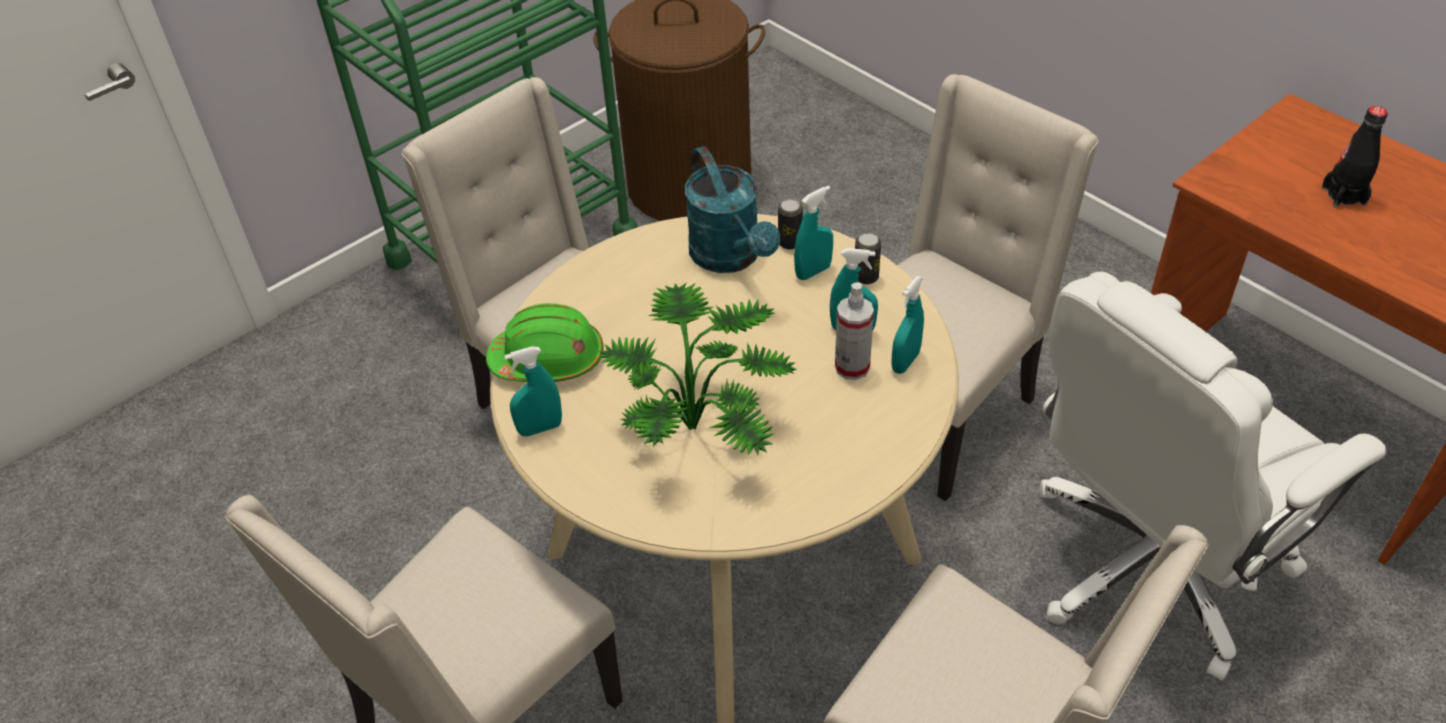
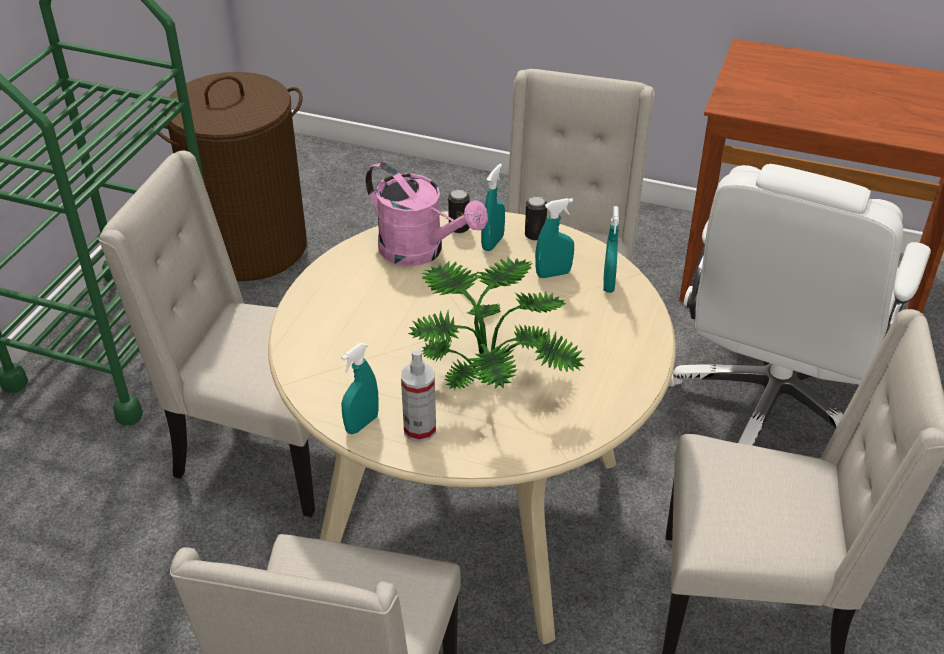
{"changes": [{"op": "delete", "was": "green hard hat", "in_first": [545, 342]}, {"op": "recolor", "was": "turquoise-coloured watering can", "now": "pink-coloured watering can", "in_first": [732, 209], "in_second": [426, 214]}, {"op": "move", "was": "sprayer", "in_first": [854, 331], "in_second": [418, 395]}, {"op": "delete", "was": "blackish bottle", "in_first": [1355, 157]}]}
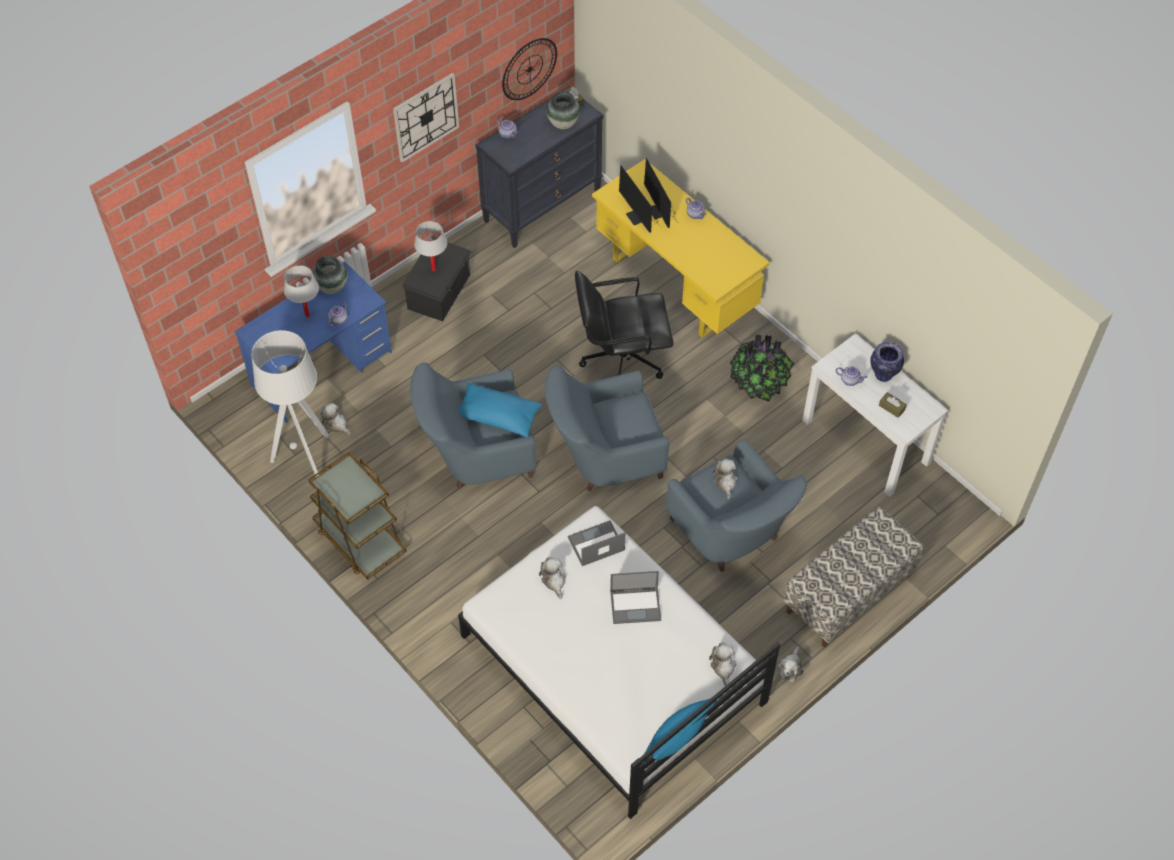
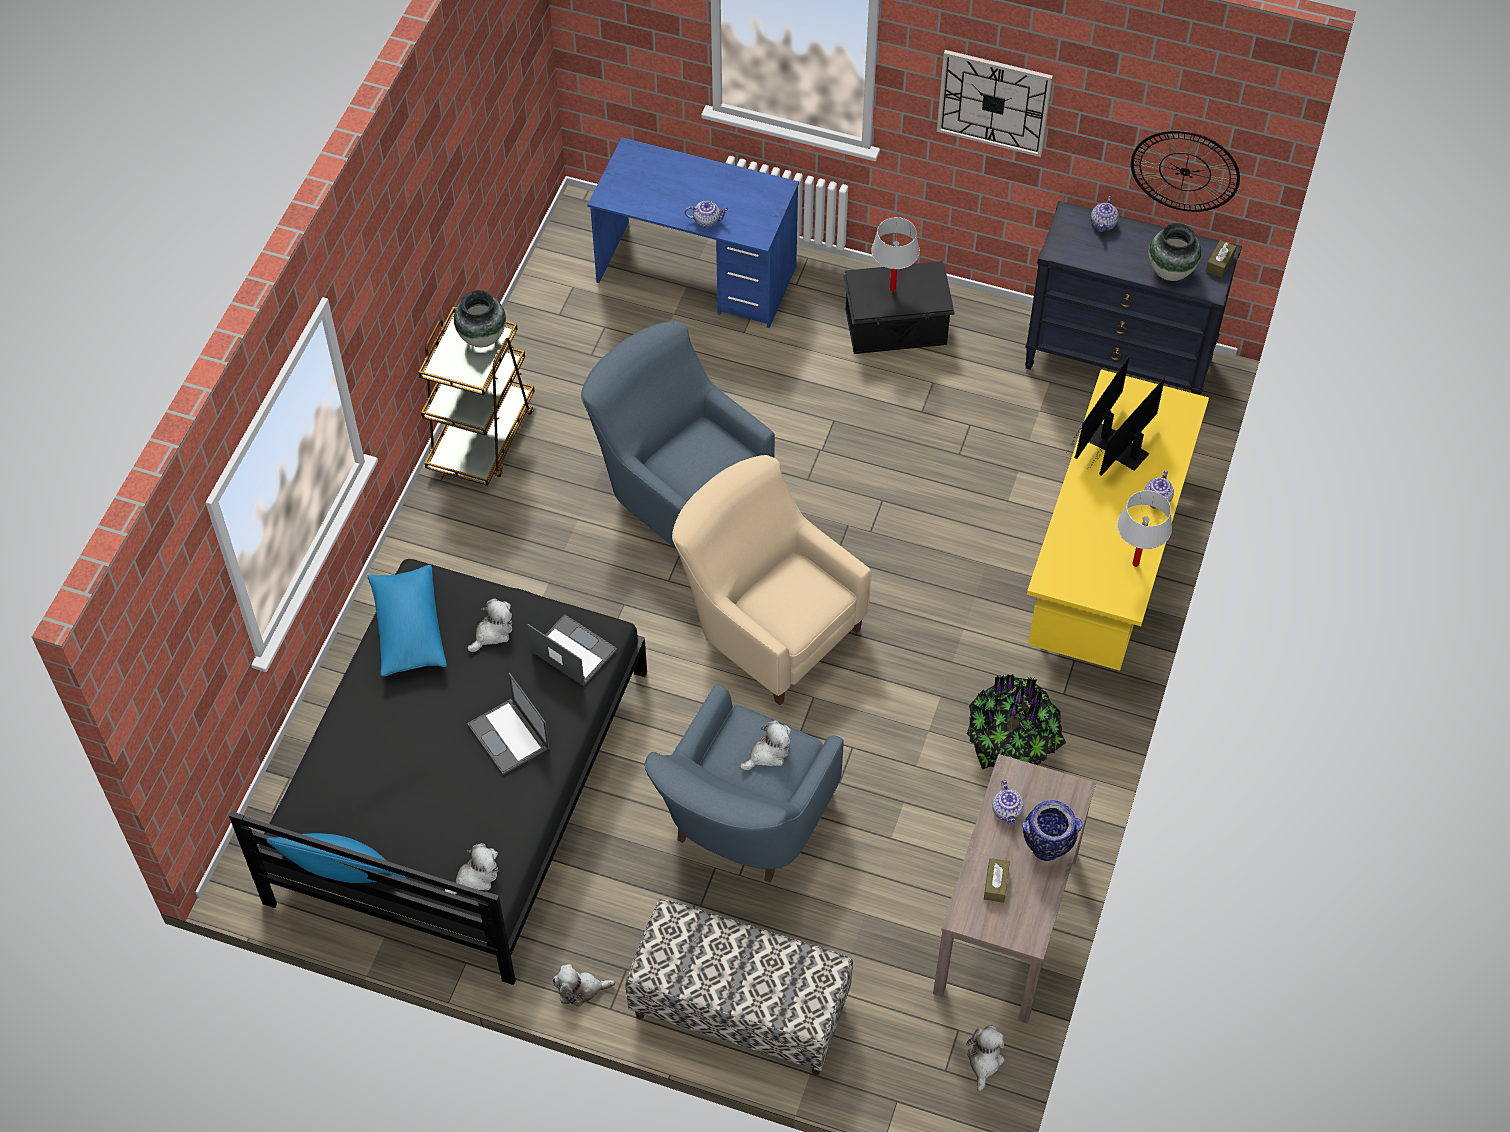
{"changes": [{"op": "delete", "was": "gray standing lamp", "in_first": [290, 403]}, {"op": "move", "was": "white-coloured lamp for a table", "in_first": [301, 291], "in_second": [1144, 528]}, {"op": "move", "was": "flower vase", "in_first": [329, 274], "in_second": [480, 319]}, {"op": "move", "was": "soft toy", "in_first": [335, 419], "in_second": [985, 1058]}, {"op": "recolor", "was": "white-coloured bedroom bed", "now": "blackish bedroom bed", "in_first": [619, 662], "in_second": [438, 772]}, {"op": "move", "was": "bluish pillow", "in_first": [500, 410], "in_second": [407, 621]}, {"op": "recolor", "was": "bluish easy chair", "now": "sand-coloured easy chair", "in_first": [607, 428], "in_second": [771, 580]}, {"op": "delete", "was": "blackish desk chair", "in_first": [624, 325]}, {"op": "recolor", "was": "white-coloured narrow table", "now": "brown narrow table", "in_first": [875, 415], "in_second": [1014, 889]}]}
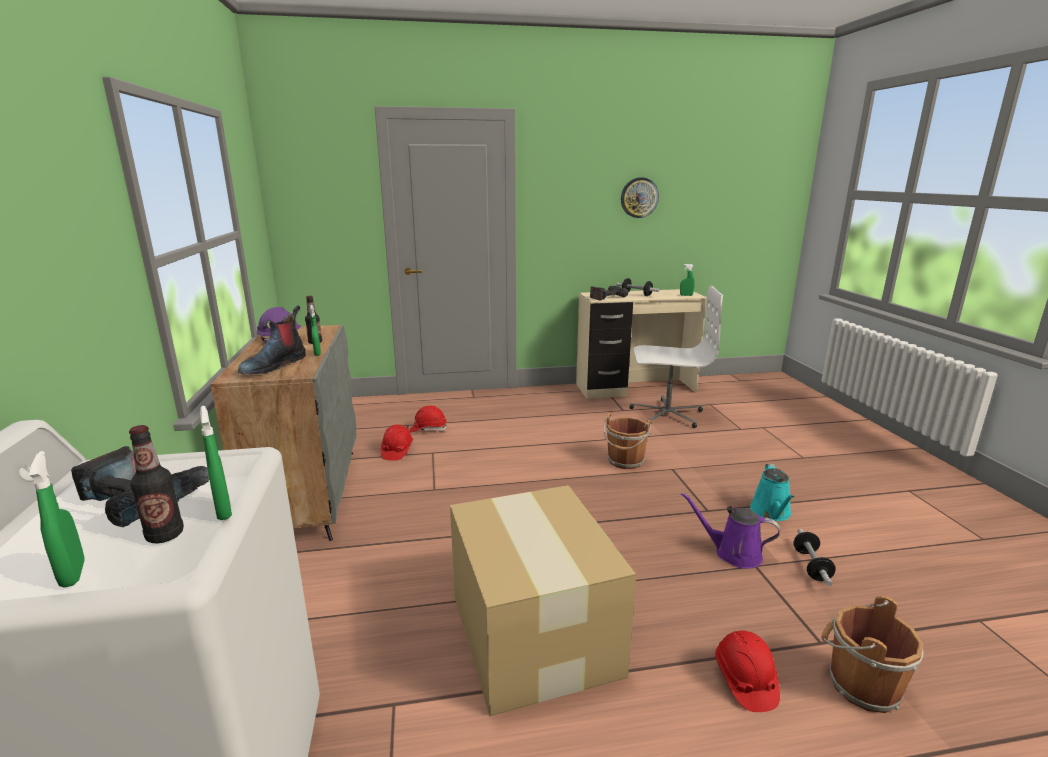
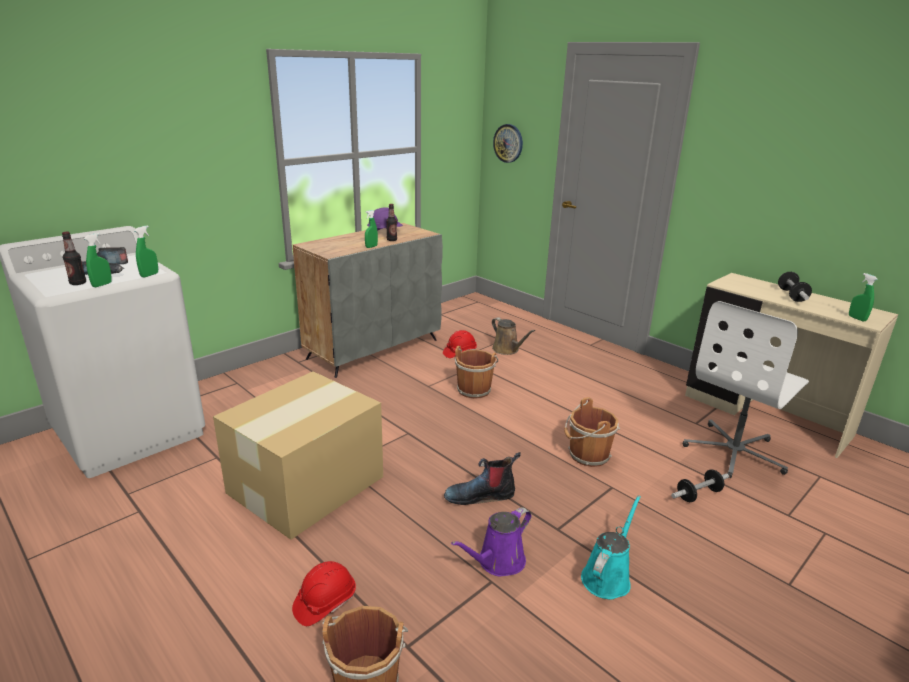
{"changes": [{"op": "move", "was": "green sprayer", "in_first": [57, 519], "in_second": [146, 251]}, {"op": "move", "was": "tall boot", "in_first": [272, 340], "in_second": [482, 478]}, {"op": "replace", "was": "red-coloured hard hat", "now": "brown watering can", "in_first": [428, 418], "in_second": [513, 336]}, {"op": "delete", "was": "drill", "in_first": [609, 293]}, {"op": "move", "was": "clock on the wall", "in_first": [640, 197], "in_second": [508, 143]}, {"op": "rotate", "was": "white-coloured desk chair", "in_first": [676, 357], "in_second": [746, 389], "clockwise": 75}, {"op": "rotate", "was": "purplish watering can", "in_first": [730, 530], "in_second": [491, 541], "clockwise": -120}, {"op": "rotate", "was": "turquoise-coloured watering can", "in_first": [772, 492], "in_second": [611, 547], "clockwise": 150}, {"op": "move", "was": "hand weight", "in_first": [814, 557], "in_second": [700, 485]}, {"op": "insert", "now": "brown bucket", "in_second": [476, 372]}]}
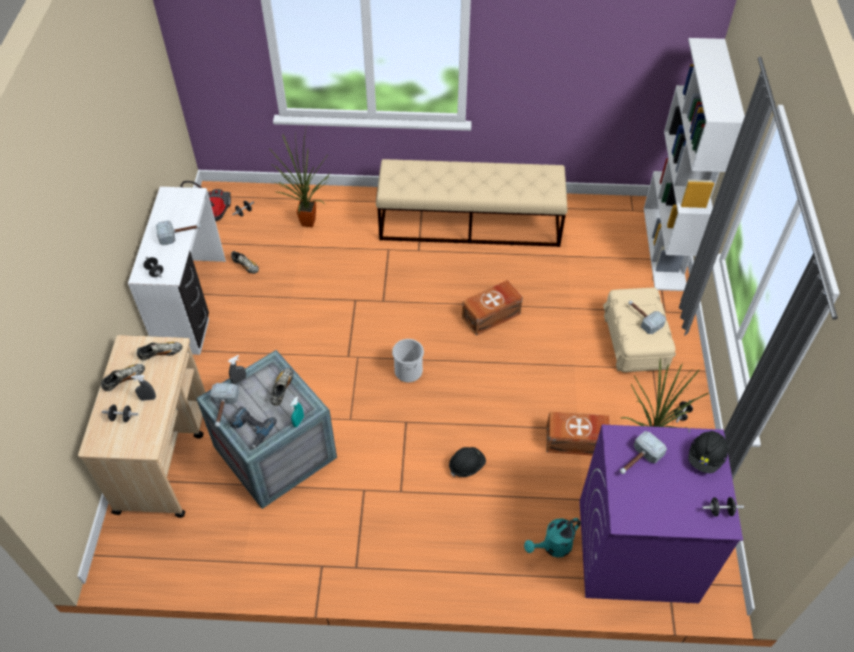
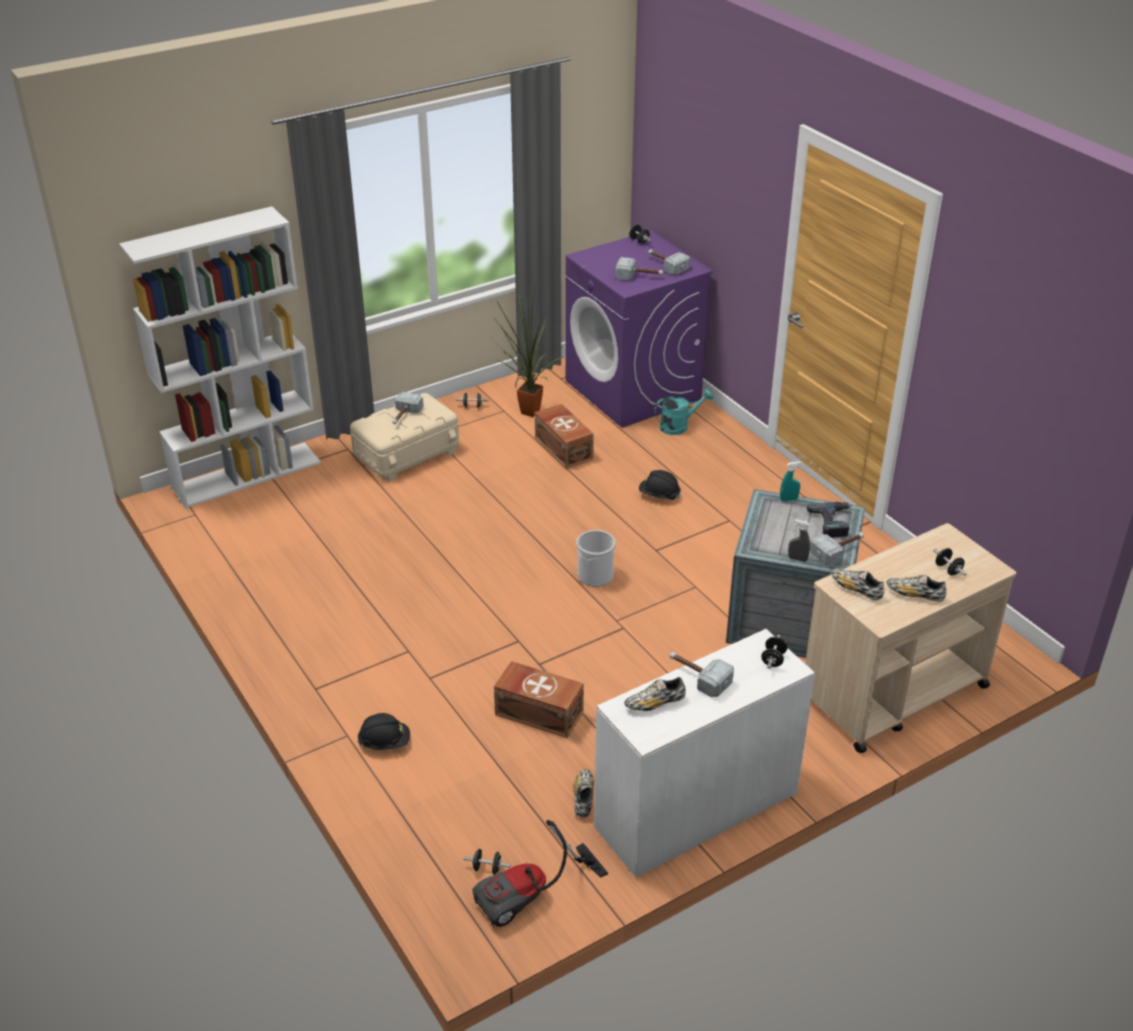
{"changes": [{"op": "delete", "was": "gray sprayer", "in_first": [143, 388]}, {"op": "delete", "was": "houseplant", "in_first": [299, 178]}, {"op": "move", "was": "low shoe", "in_first": [281, 387], "in_second": [655, 694]}, {"op": "delete", "was": "sand-coloured bench", "in_first": [472, 203]}, {"op": "move", "was": "brown storage container", "in_first": [492, 308], "in_second": [539, 699]}, {"op": "rotate", "was": "turquoise-coloured watering can", "in_first": [552, 538], "in_second": [683, 412], "clockwise": -45}, {"op": "move", "was": "blackish hard hat", "in_first": [708, 452], "in_second": [383, 731]}, {"op": "insert", "now": "hammer", "in_second": [669, 262]}]}
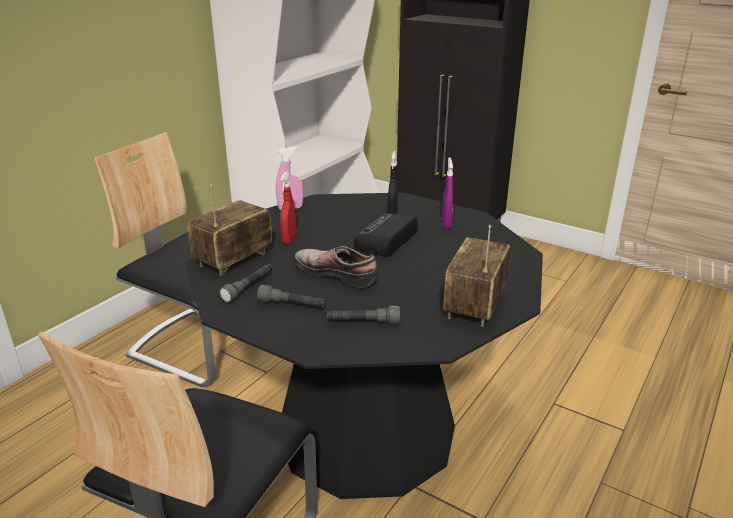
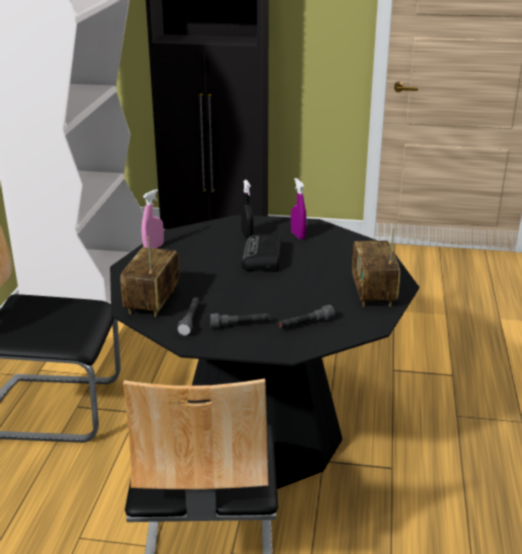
{"changes": [{"op": "delete", "was": "red-coloured sprayer", "in_first": [288, 208]}, {"op": "delete", "was": "low shoe", "in_first": [336, 267]}]}
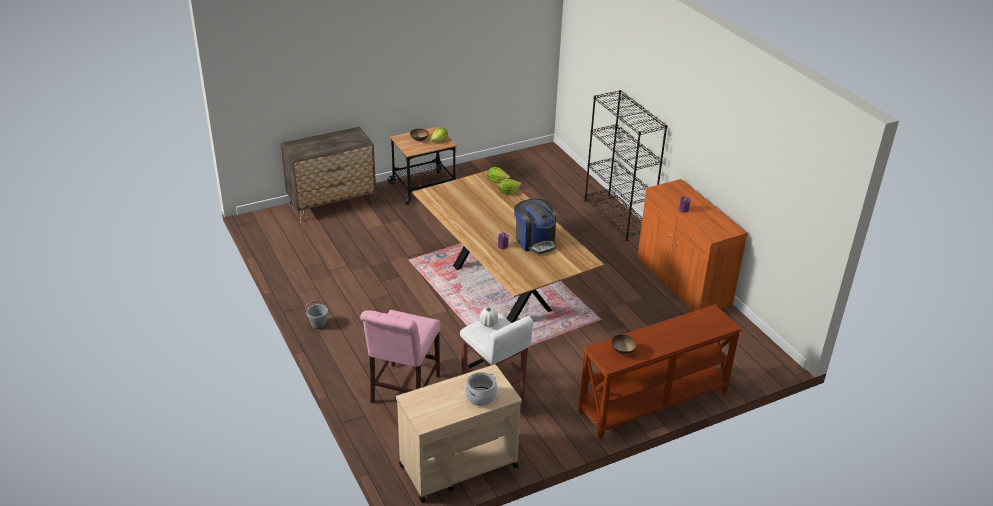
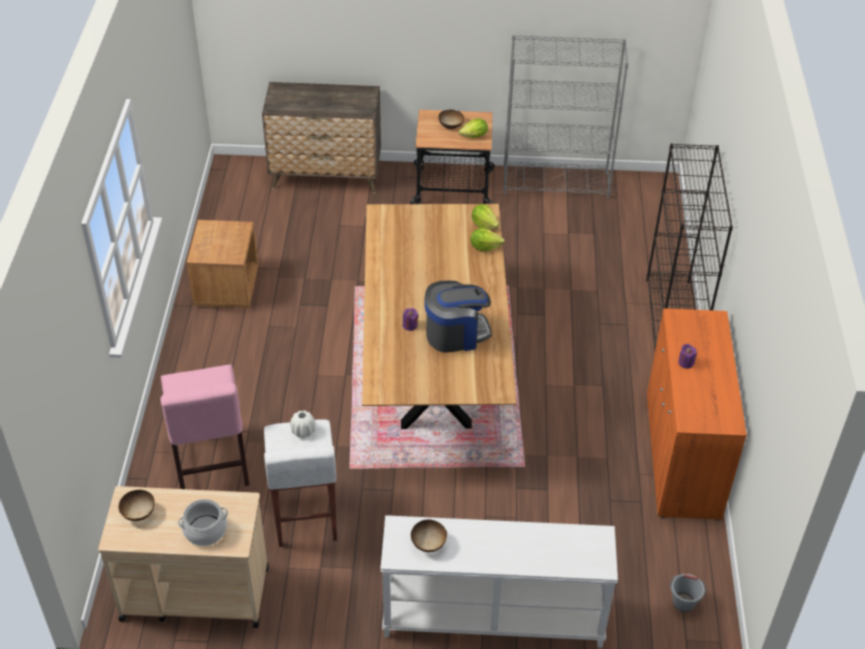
{"changes": [{"op": "move", "was": "gray bucket", "in_first": [317, 314], "in_second": [688, 593]}, {"op": "rotate", "was": "pink-coloured plain chair", "in_first": [400, 356], "in_second": [204, 426], "clockwise": -60}, {"op": "rotate", "was": "coffee maker", "in_first": [535, 226], "in_second": [457, 316], "clockwise": -105}, {"op": "recolor", "was": "brown narrow table", "now": "white-coloured narrow table", "in_first": [660, 371], "in_second": [499, 581]}, {"op": "insert", "now": "bowl", "in_second": [137, 505]}, {"op": "insert", "now": "brown night table", "in_second": [222, 264]}, {"op": "insert", "now": "gray shelving unit", "in_second": [566, 117]}]}
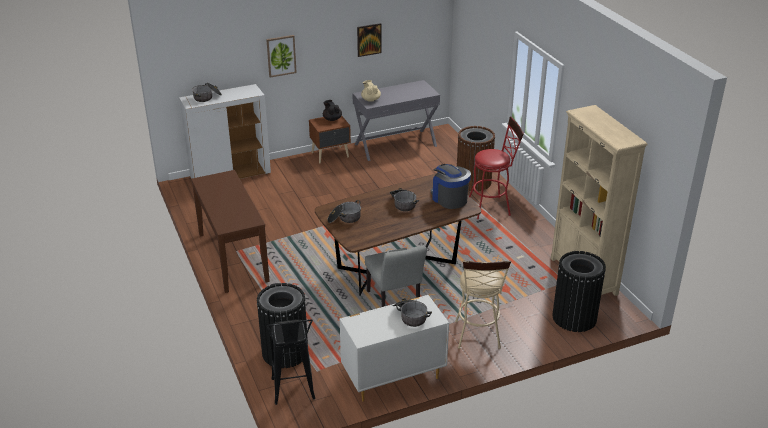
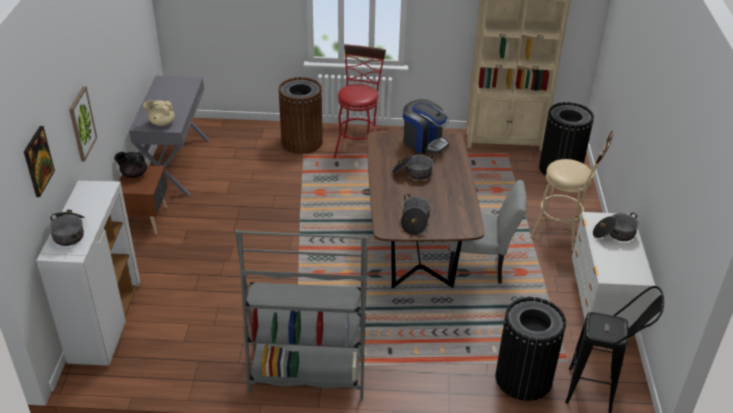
{"changes": [{"op": "replace", "was": "brown narrow table", "now": "gray shelving unit", "in_first": [230, 231], "in_second": [301, 314]}, {"op": "move", "was": "picture", "in_first": [369, 40], "in_second": [39, 161]}, {"op": "rotate", "was": "coffee maker", "in_first": [451, 186], "in_second": [426, 126], "clockwise": -135}]}
